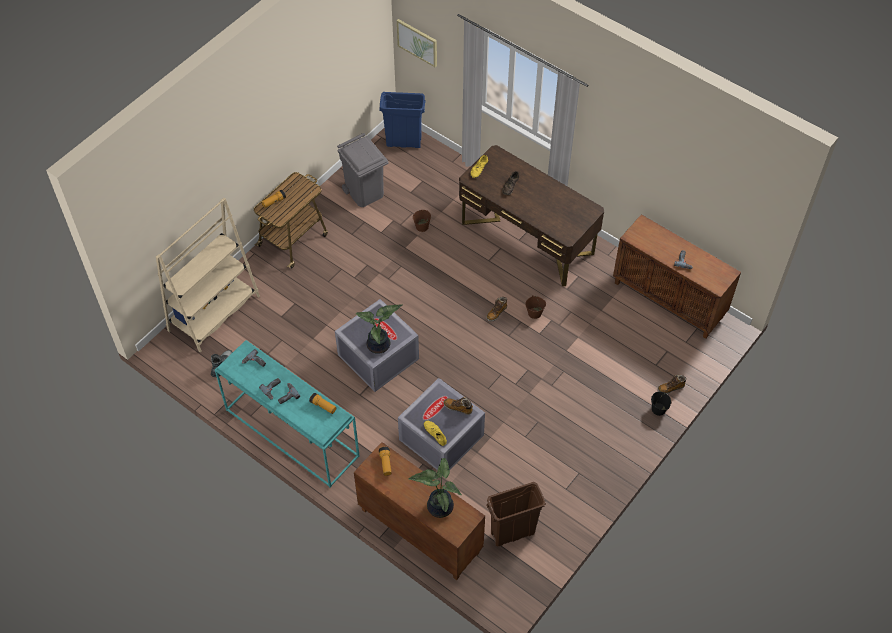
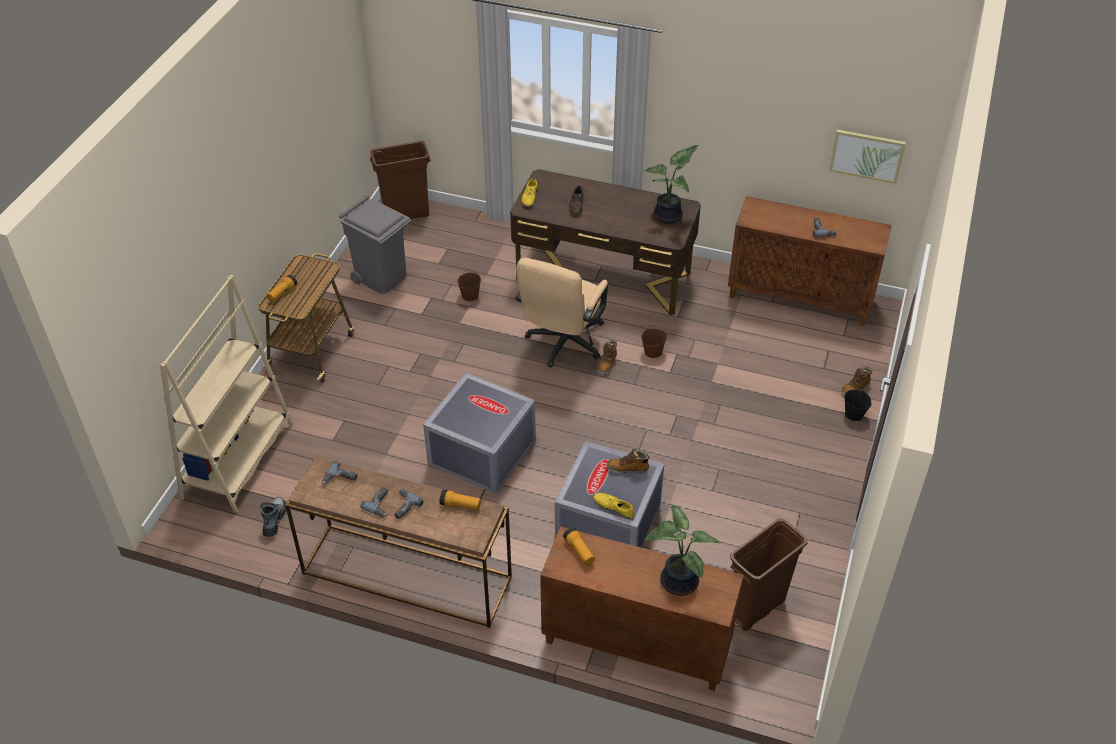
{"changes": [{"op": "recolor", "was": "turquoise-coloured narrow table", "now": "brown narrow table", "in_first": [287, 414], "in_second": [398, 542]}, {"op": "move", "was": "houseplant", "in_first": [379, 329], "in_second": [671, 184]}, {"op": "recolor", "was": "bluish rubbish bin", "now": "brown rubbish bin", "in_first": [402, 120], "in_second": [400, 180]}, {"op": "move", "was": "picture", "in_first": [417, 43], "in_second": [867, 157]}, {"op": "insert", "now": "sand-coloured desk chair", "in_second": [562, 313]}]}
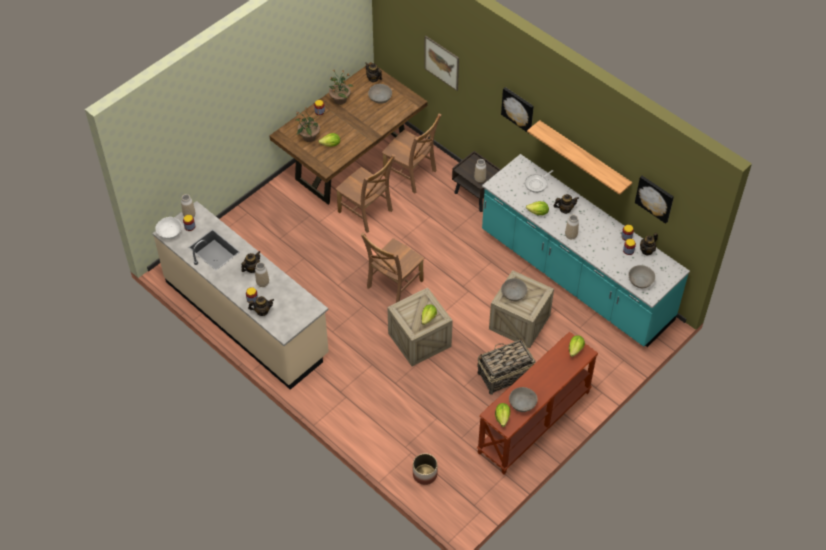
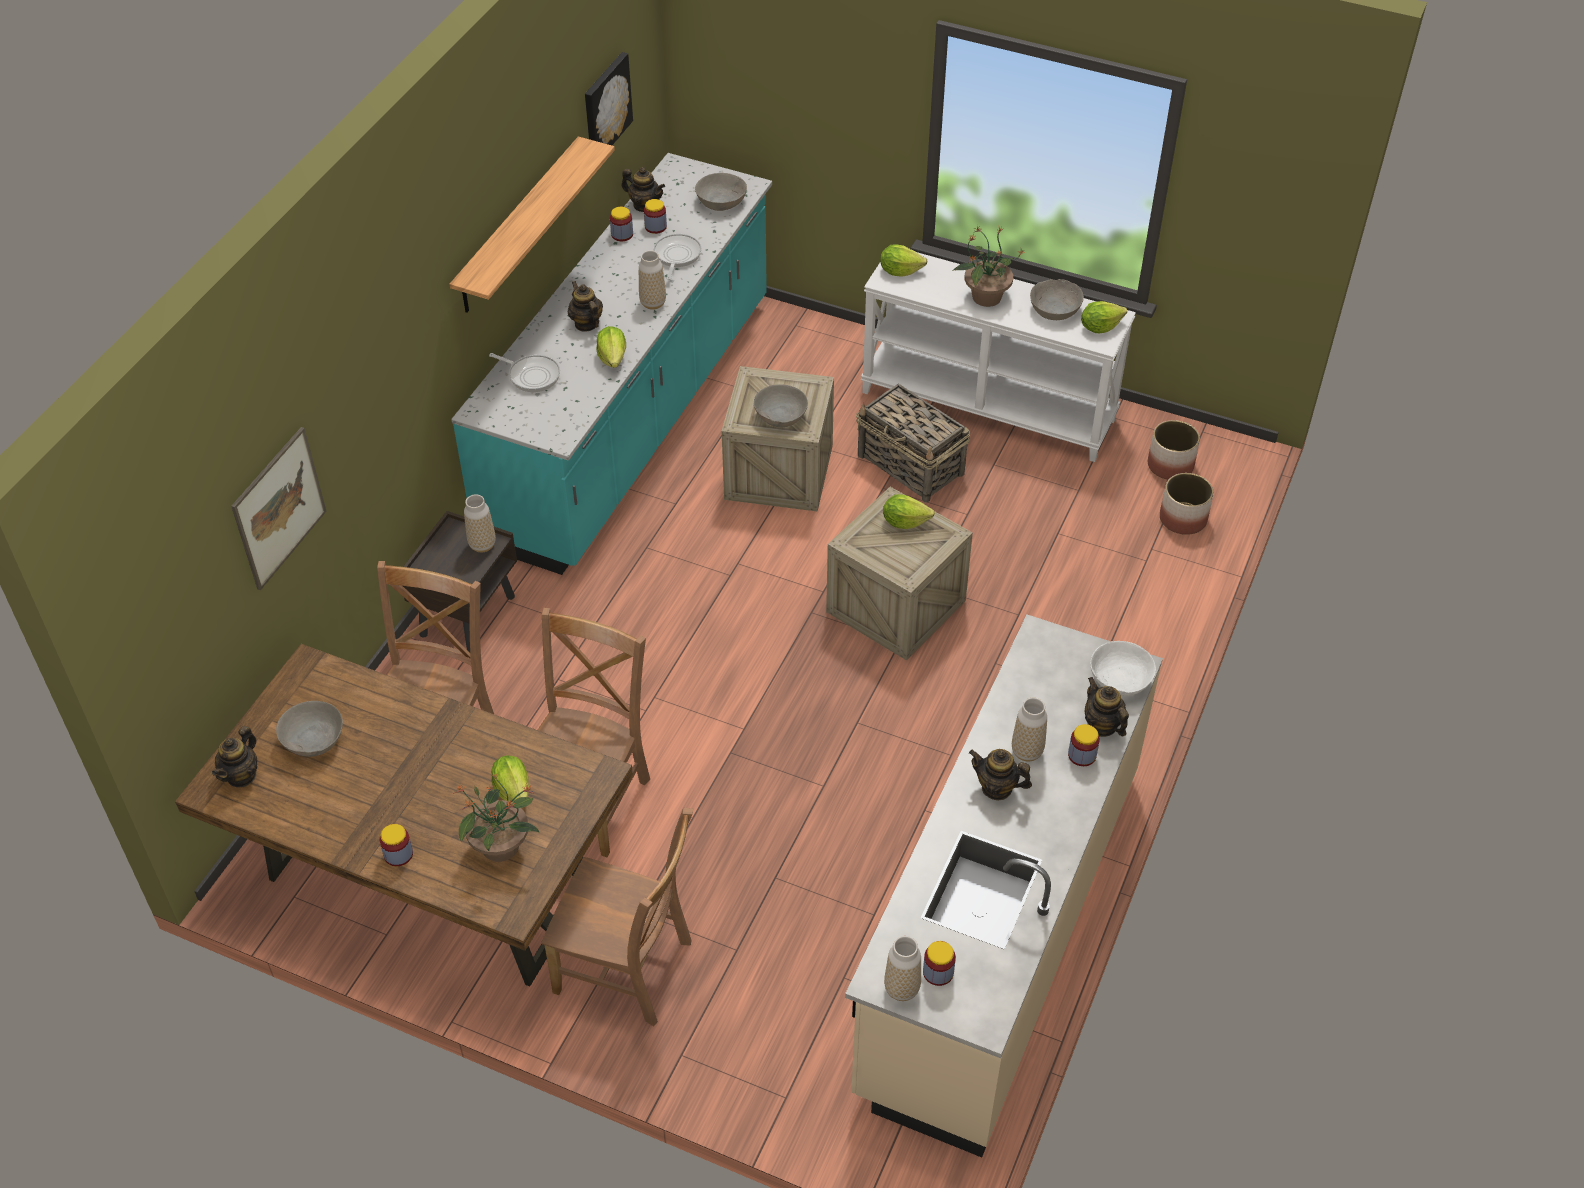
{"changes": [{"op": "move", "was": "white-coloured bowl", "in_first": [168, 228], "in_second": [1123, 668]}, {"op": "move", "was": "houseplant", "in_first": [341, 87], "in_second": [988, 266]}, {"op": "move", "was": "brown plain chair", "in_first": [392, 267], "in_second": [617, 917]}, {"op": "recolor", "was": "brown narrow table", "now": "white-coloured narrow table", "in_first": [537, 403], "in_second": [998, 357]}, {"op": "delete", "was": "picture", "in_first": [517, 110]}, {"op": "insert", "now": "skillet", "in_second": [677, 257]}, {"op": "insert", "now": "plant pot", "in_second": [1174, 450]}]}
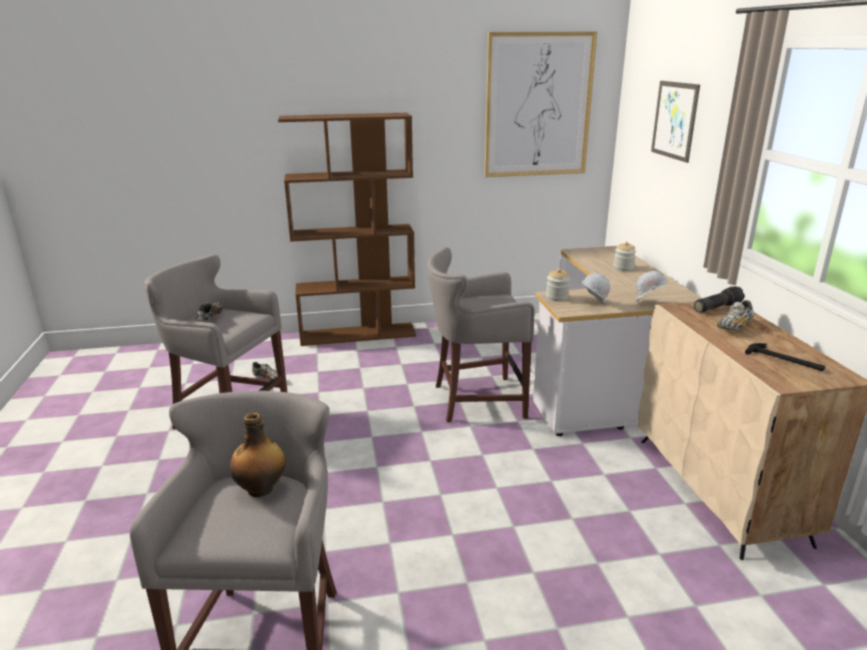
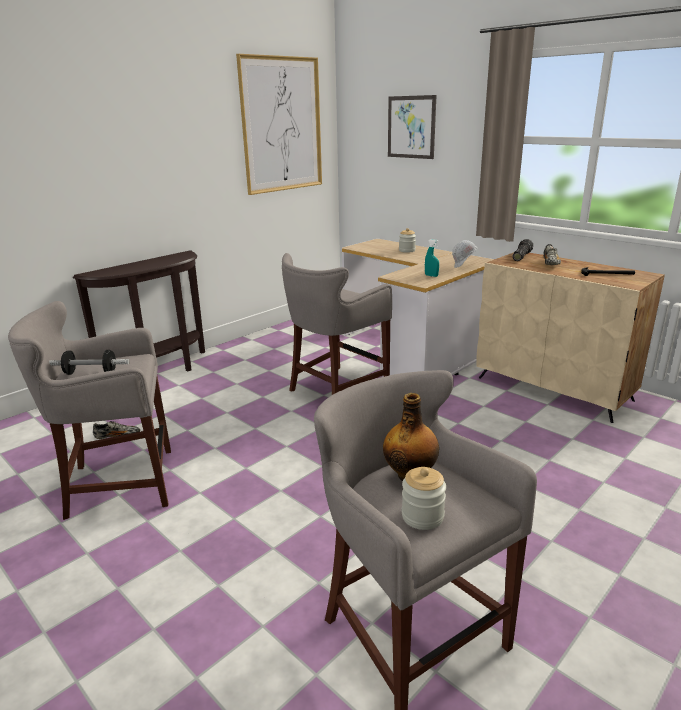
{"changes": [{"op": "replace", "was": "low shoe", "now": "hand weight", "in_first": [209, 312], "in_second": [89, 362]}, {"op": "replace", "was": "brown shelving unit", "now": "brown narrow table", "in_first": [347, 229], "in_second": [139, 310]}, {"op": "move", "was": "jar", "in_first": [558, 284], "in_second": [424, 498]}, {"op": "replace", "was": "white-coloured hard hat", "now": "turquoise-coloured sprayer", "in_first": [595, 288], "in_second": [432, 258]}]}
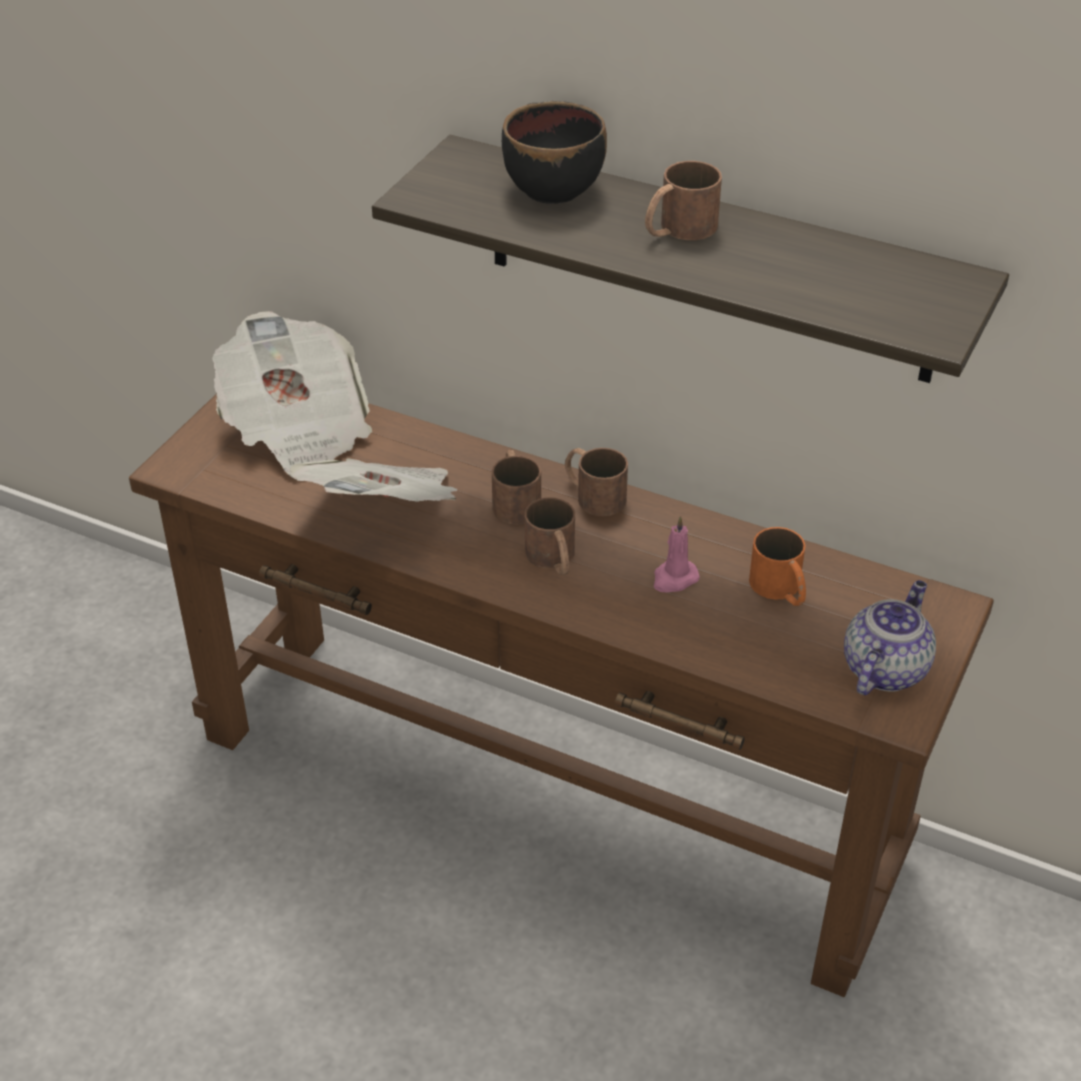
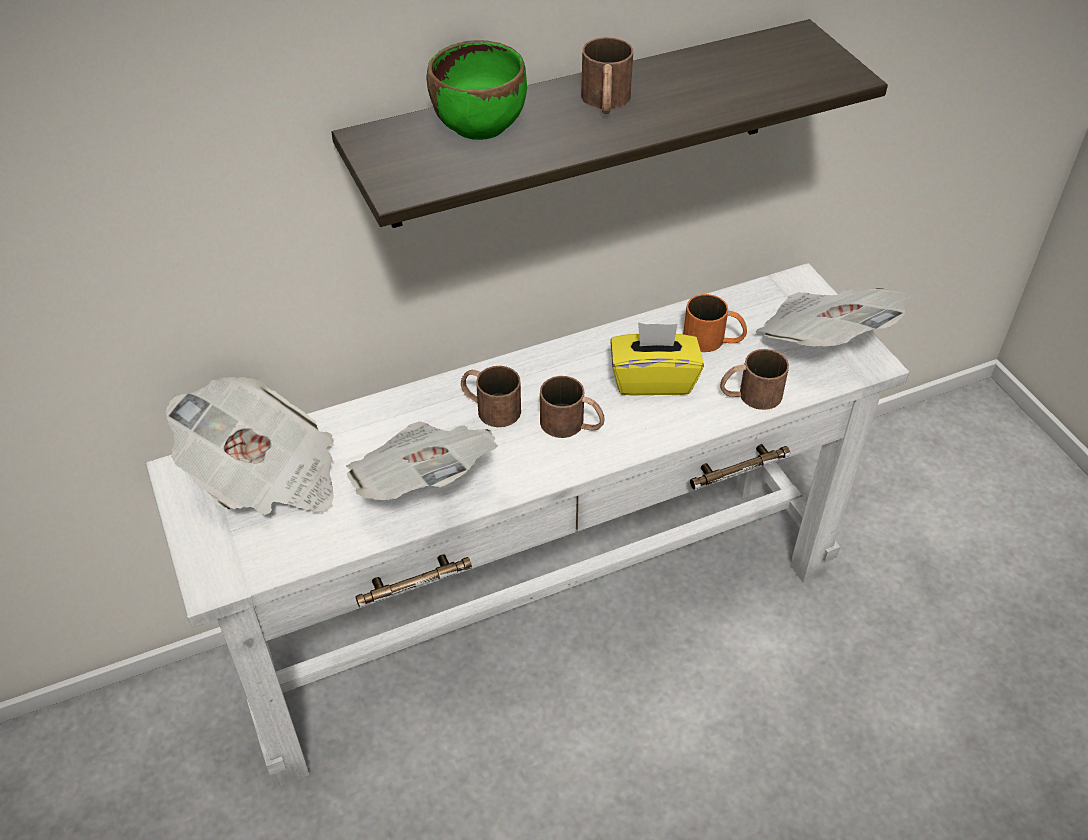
{"changes": [{"op": "recolor", "was": "brown narrow table", "now": "white-coloured narrow table", "in_first": [561, 696], "in_second": [527, 524]}, {"op": "recolor", "was": "blackish bowl", "now": "green bowl", "in_first": [554, 152], "in_second": [477, 90]}, {"op": "move", "was": "brown tea mug", "in_first": [596, 482], "in_second": [754, 379]}, {"op": "replace", "was": "pink-coloured candle", "now": "yellow tissue box", "in_first": [677, 554], "in_second": [657, 359]}, {"op": "replace", "was": "teapot", "now": "daily paper", "in_first": [890, 637], "in_second": [833, 317]}]}
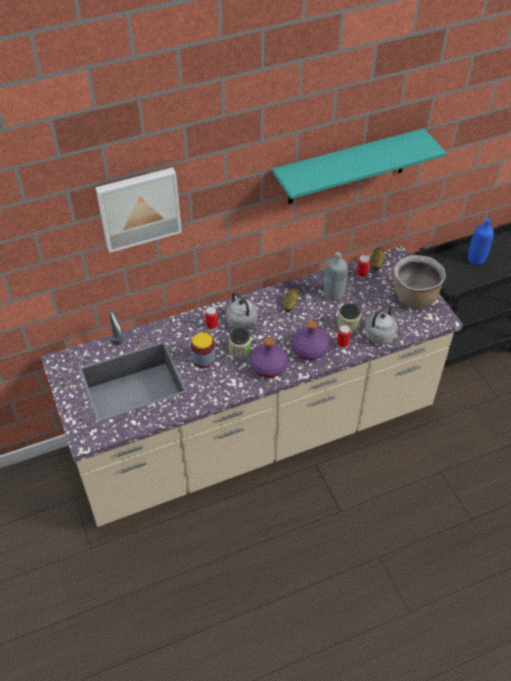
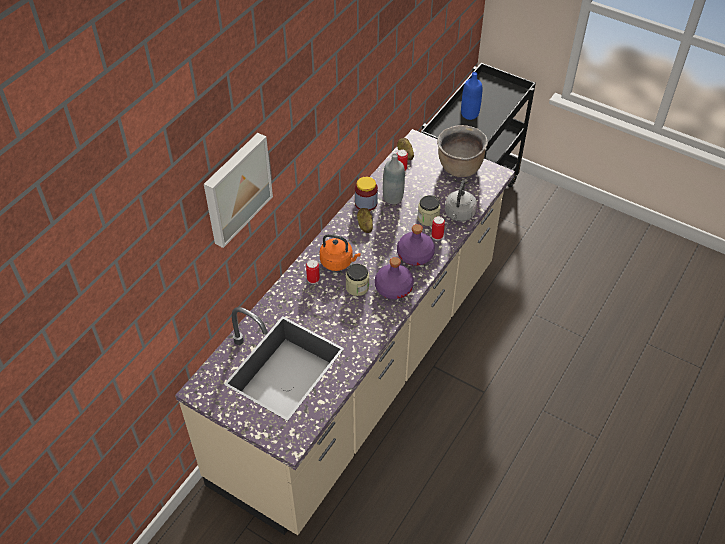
{"changes": [{"op": "move", "was": "jar", "in_first": [203, 350], "in_second": [366, 194]}, {"op": "recolor", "was": "gray water kettle", "now": "orangey water kettle", "in_first": [241, 310], "in_second": [340, 252]}, {"op": "delete", "was": "turquoise-coloured shelf", "in_first": [359, 166]}]}
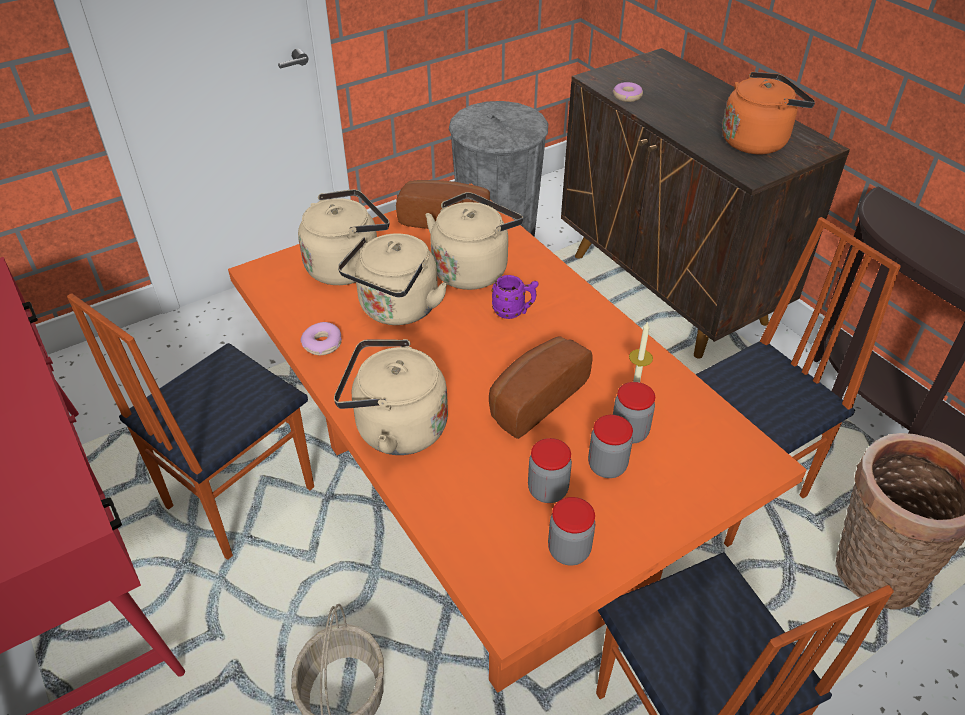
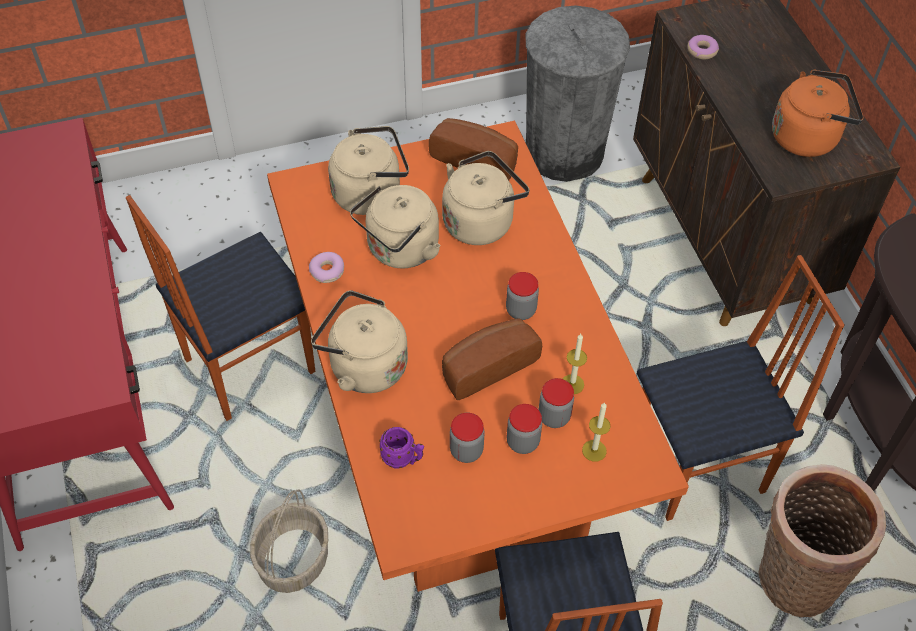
{"changes": [{"op": "move", "was": "purplish tea mug", "in_first": [515, 297], "in_second": [401, 448]}, {"op": "move", "was": "jar", "in_first": [572, 531], "in_second": [522, 296]}, {"op": "insert", "now": "candle", "in_second": [596, 432]}]}
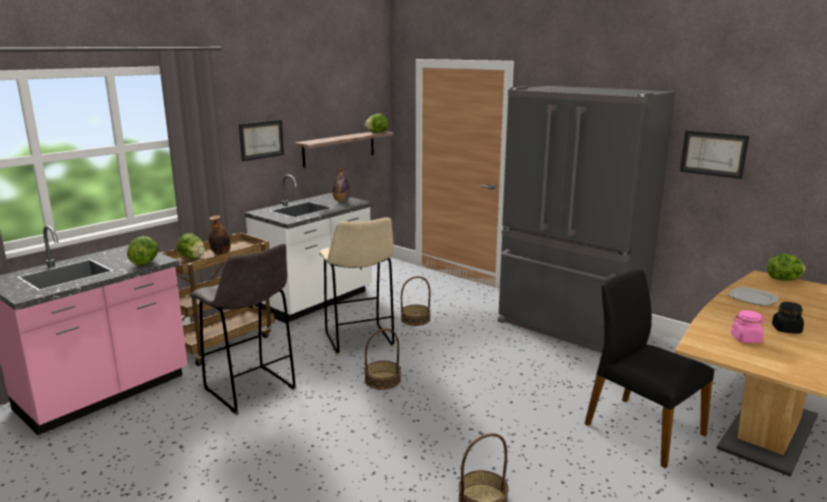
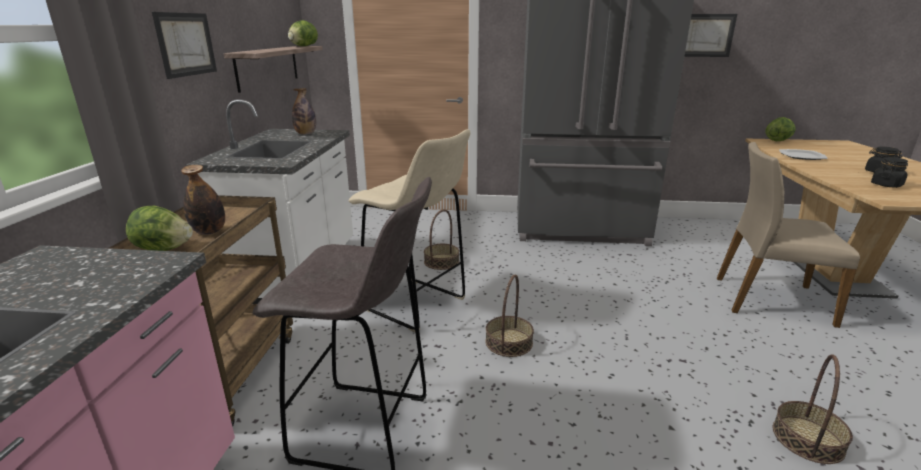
{"changes": [{"op": "delete", "was": "head of lettuce", "in_first": [143, 250]}, {"op": "recolor", "was": "blackish plain chair", "now": "sand-coloured plain chair", "in_first": [649, 368], "in_second": [788, 235]}, {"op": "recolor", "was": "pink-coloured jar", "now": "blackish jar", "in_first": [749, 326], "in_second": [889, 172]}]}
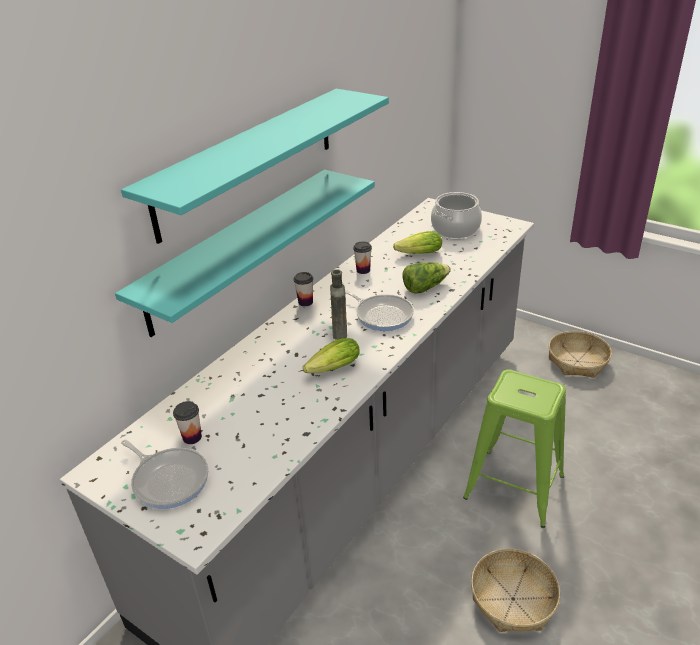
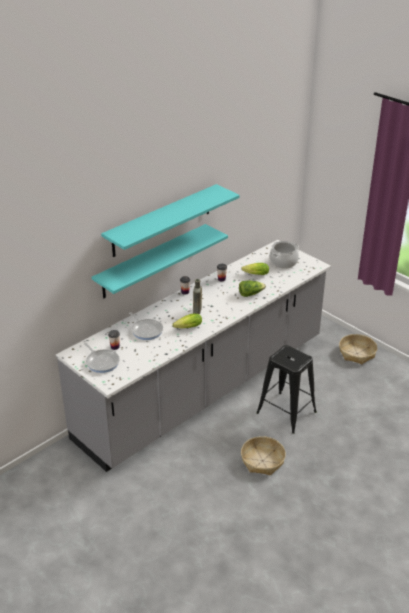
{"changes": [{"op": "move", "was": "skillet", "in_first": [379, 310], "in_second": [146, 326]}, {"op": "recolor", "was": "green sitting stool", "now": "blackish sitting stool", "in_first": [514, 448], "in_second": [286, 389]}]}
